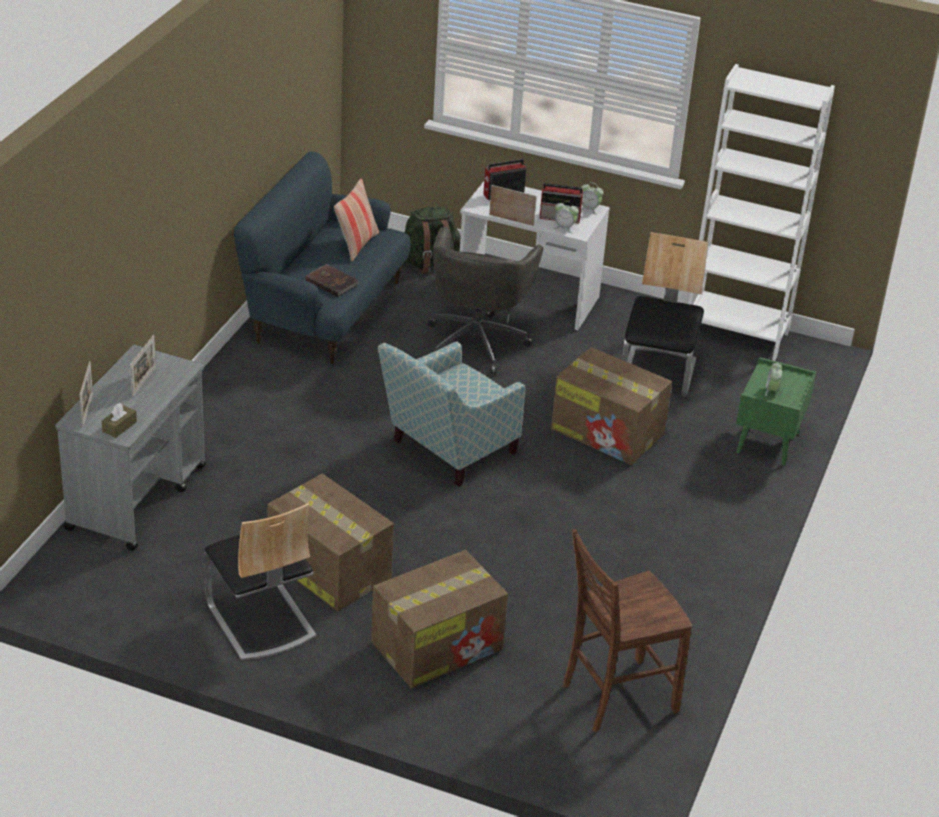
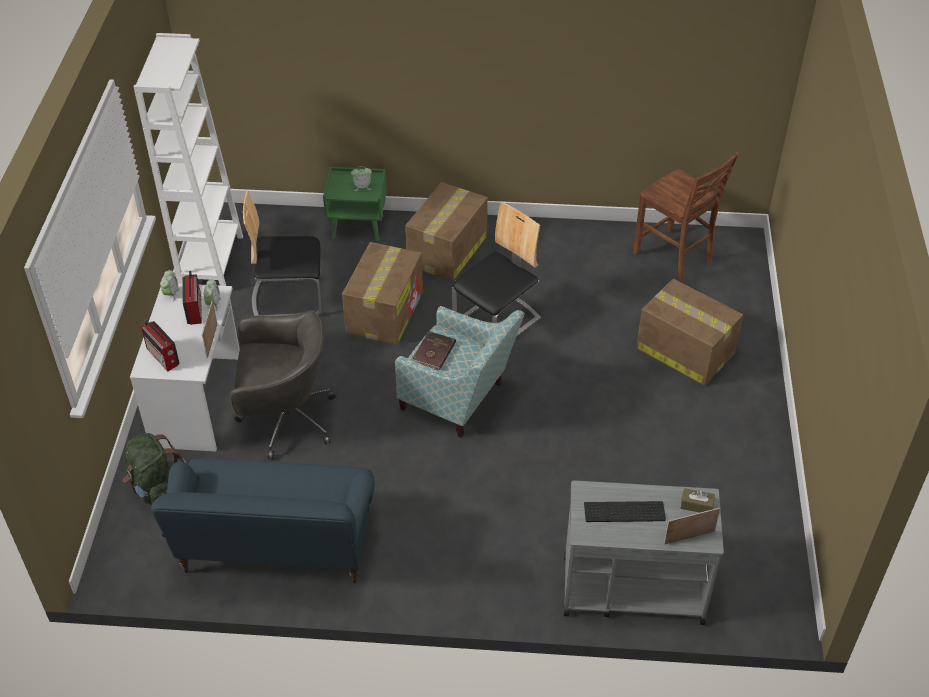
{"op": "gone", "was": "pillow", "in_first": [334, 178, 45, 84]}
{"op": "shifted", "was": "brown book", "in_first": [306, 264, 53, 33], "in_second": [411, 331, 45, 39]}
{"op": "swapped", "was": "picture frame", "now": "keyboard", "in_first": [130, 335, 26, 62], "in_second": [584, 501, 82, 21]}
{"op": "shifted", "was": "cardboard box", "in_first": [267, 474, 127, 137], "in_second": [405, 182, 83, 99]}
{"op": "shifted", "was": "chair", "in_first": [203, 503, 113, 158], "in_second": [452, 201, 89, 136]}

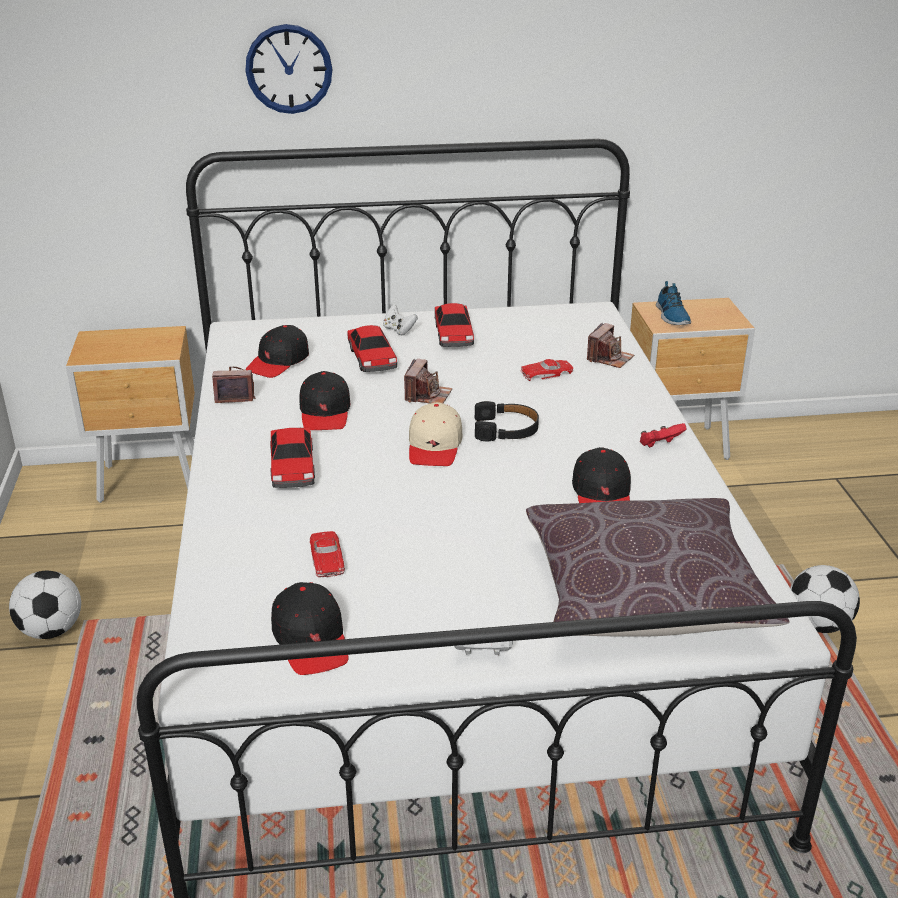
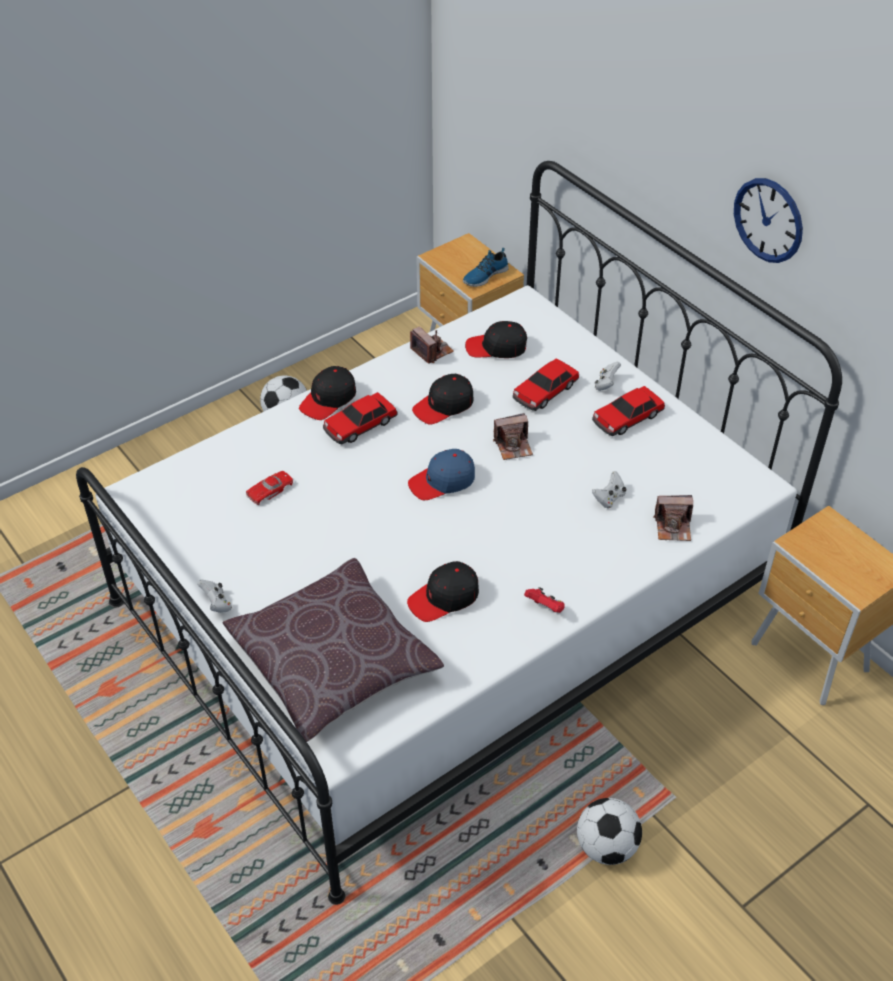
{"op": "shifted", "was": "wall clock", "in_first": [245, 24, 87, 90], "in_second": [734, 178, 69, 85]}
{"op": "shifted", "was": "shoe", "in_first": [656, 281, 35, 44], "in_second": [463, 248, 46, 39]}
{"op": "swapped", "was": "red toy car", "now": "white game controller", "in_first": [521, 359, 52, 22], "in_second": [592, 471, 34, 37]}
{"op": "gone", "was": "black headphones", "in_first": [475, 401, 64, 41]}
{"op": "repainted", "was": "beige cap", "now": "blue cap", "in_first": [409, 402, 53, 64], "in_second": [408, 449, 67, 51]}
{"op": "shifted", "was": "black cap", "in_first": [271, 582, 77, 93], "in_second": [299, 366, 57, 54]}

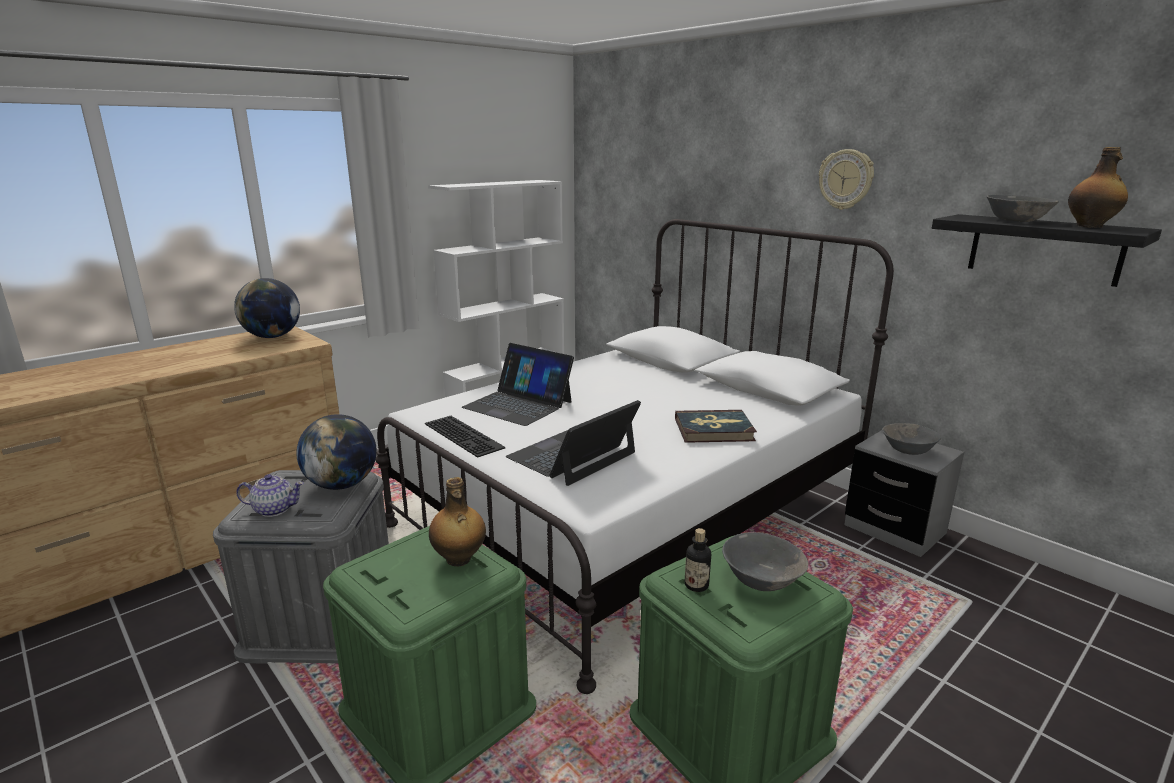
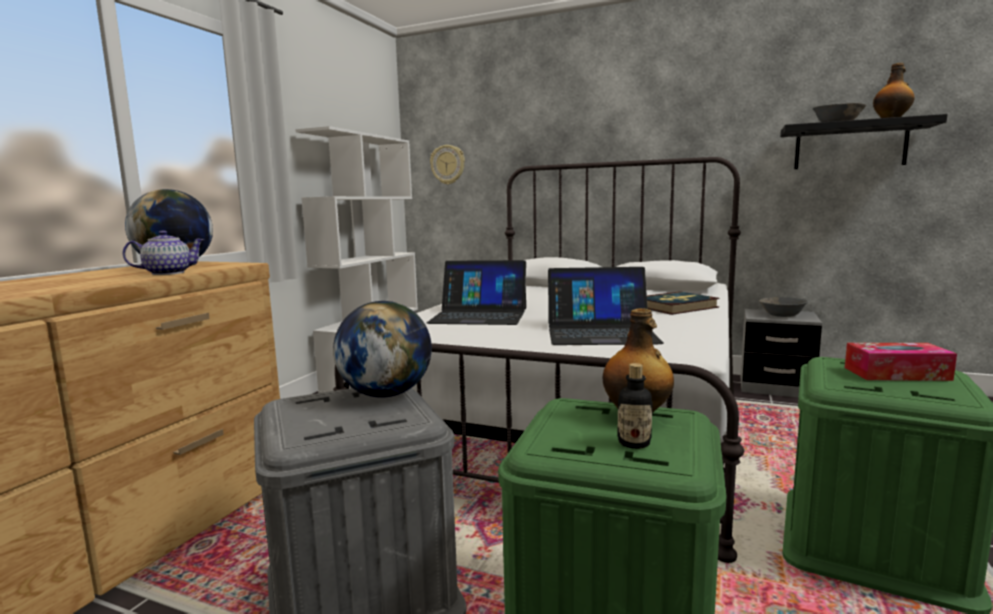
{"op": "shifted", "was": "wall clock", "in_first": [819, 149, 55, 61], "in_second": [430, 145, 35, 40]}
{"op": "rotated", "was": "laptop", "in_first": [506, 400, 135, 86], "in_second": [548, 267, 116, 78], "clockwise": -105}
{"op": "gone", "was": "keyboard", "in_first": [425, 416, 80, 42]}
{"op": "shifted", "was": "teapot", "in_first": [236, 474, 68, 43], "in_second": [122, 230, 83, 45]}
{"op": "shifted", "was": "bottle", "in_first": [685, 528, 26, 64], "in_second": [617, 363, 36, 86]}
{"op": "swapped", "was": "grey bowl", "now": "tissue box", "in_first": [722, 532, 86, 59], "in_second": [845, 343, 112, 38]}

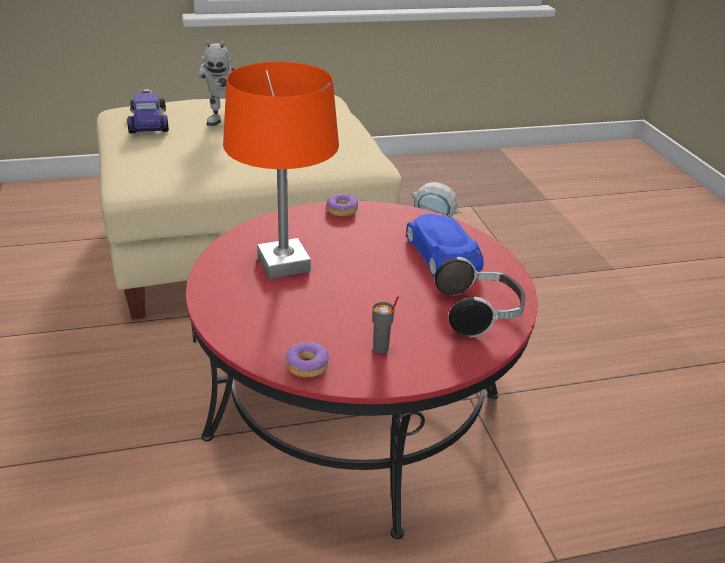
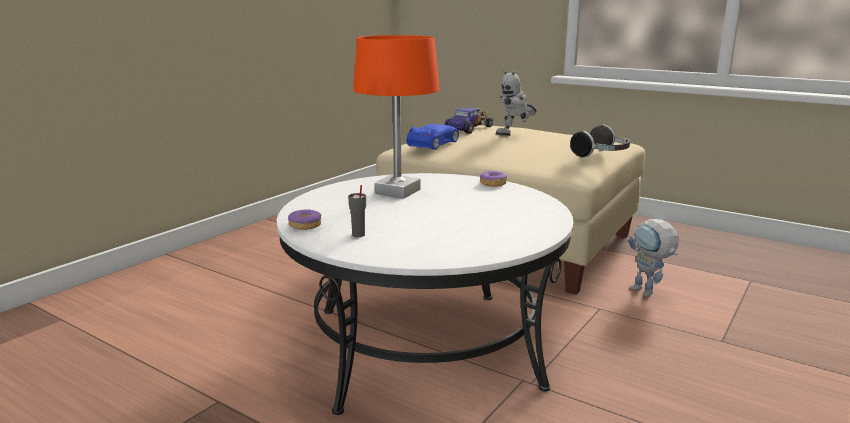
{"op": "repainted", "was": "red coffee table", "now": "white coffee table", "in_first": [186, 201, 351, 338], "in_second": [277, 173, 297, 242]}
{"op": "shifted", "was": "blue toy car", "in_first": [406, 214, 78, 63], "in_second": [406, 124, 53, 26]}
{"op": "shifted", "was": "headphones", "in_first": [435, 257, 90, 81], "in_second": [570, 124, 60, 34]}

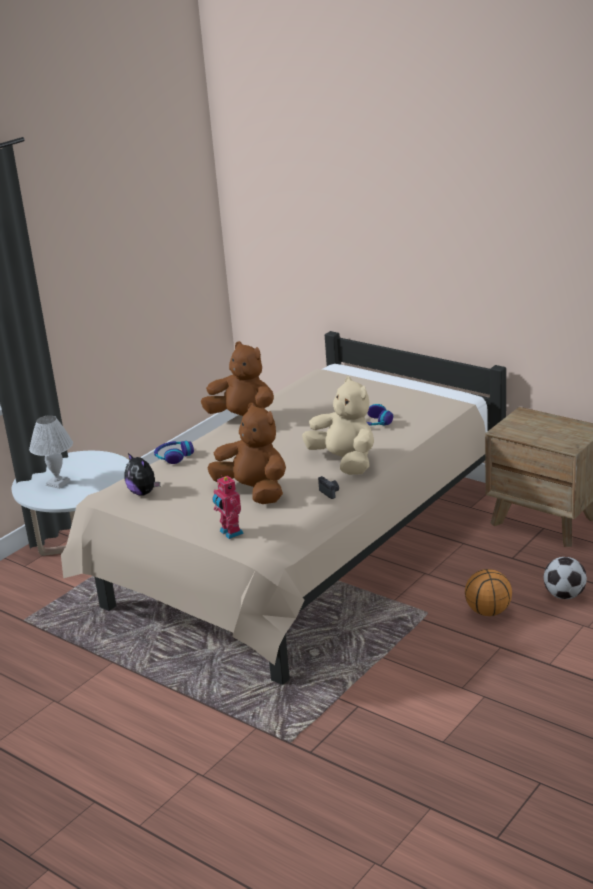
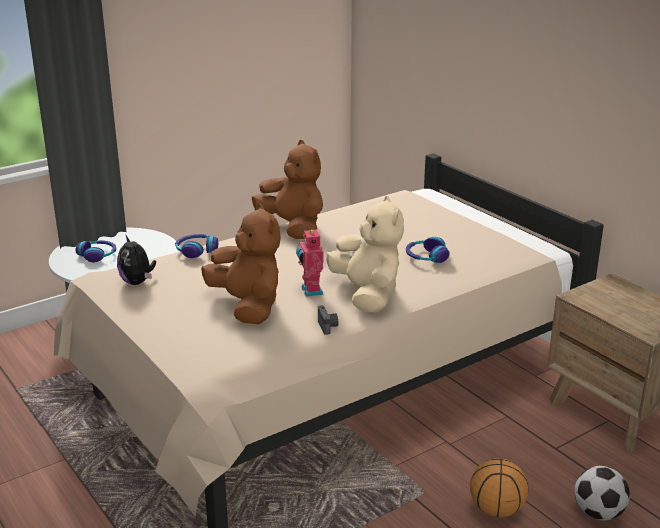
{"op": "swapped", "was": "white table lamp", "now": "headphones", "in_first": [29, 415, 44, 74], "in_second": [75, 240, 41, 22]}
{"op": "shifted", "was": "toy robot", "in_first": [212, 475, 32, 64], "in_second": [296, 230, 28, 67]}

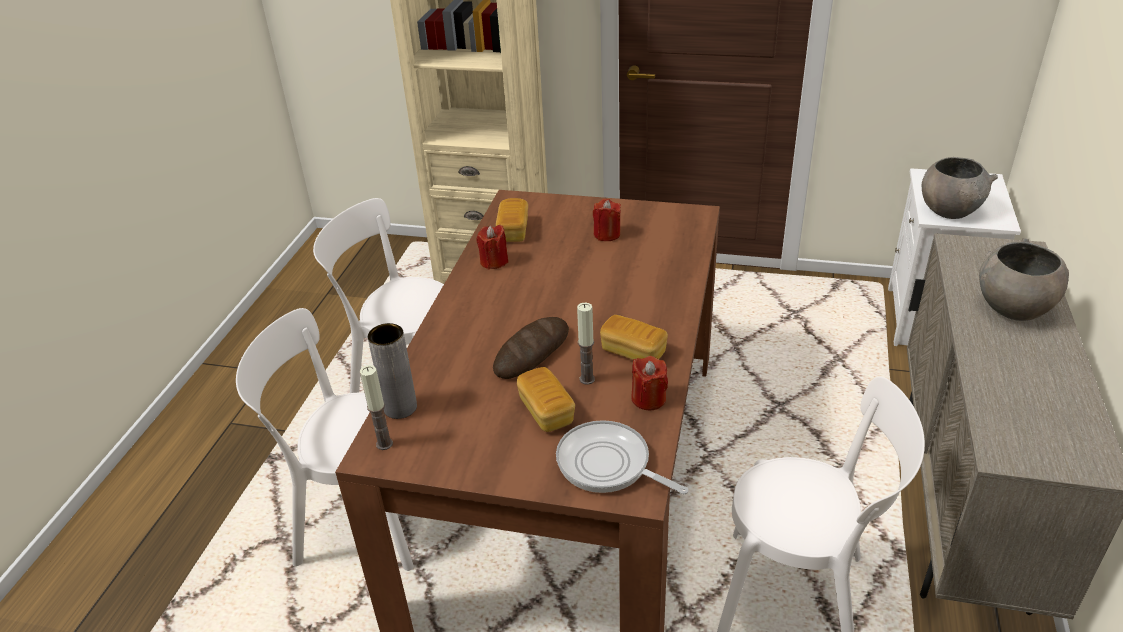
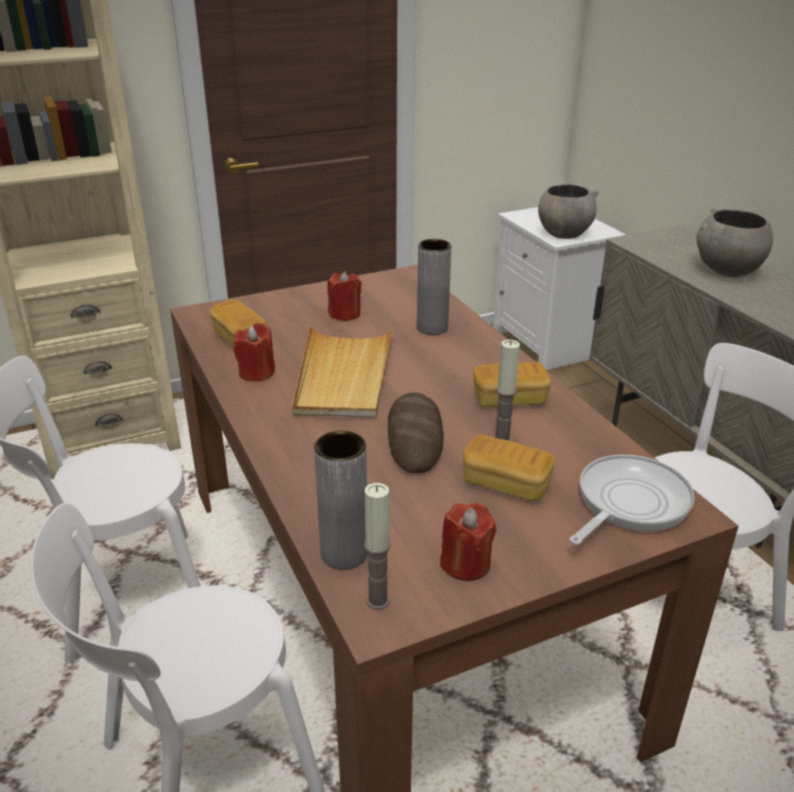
{"op": "shifted", "was": "red candle", "in_first": [631, 356, 37, 54], "in_second": [440, 502, 56, 79]}
{"op": "rotated", "was": "frying pan", "in_first": [556, 420, 133, 75], "in_second": [569, 455, 126, 90], "clockwise": 135}
{"op": "new", "now": "grey vase", "in_second": [417, 239, 34, 96]}
{"op": "new", "now": "beige tray", "in_second": [292, 325, 101, 94]}

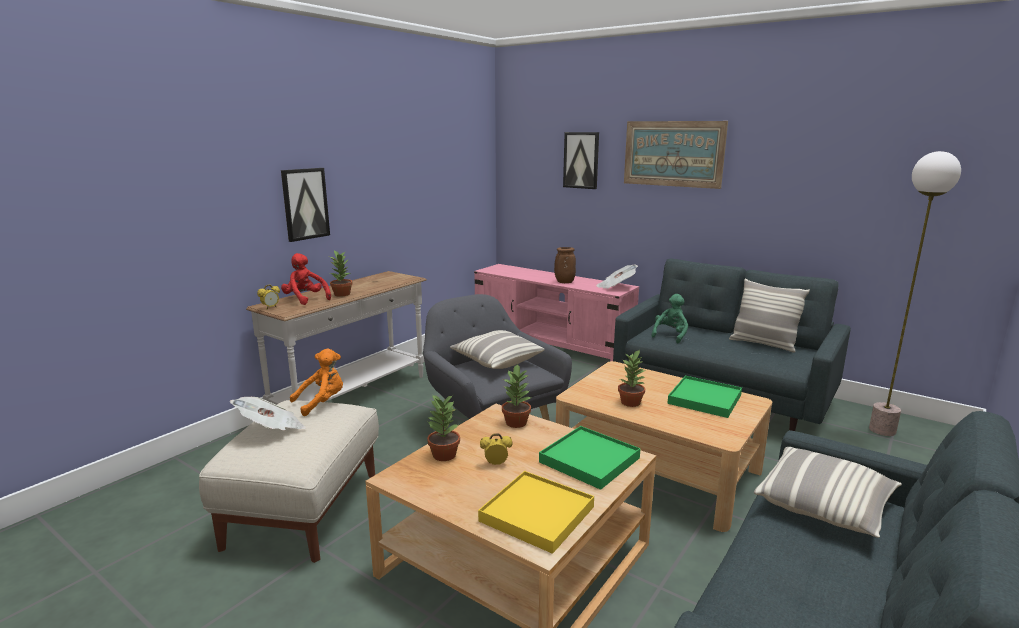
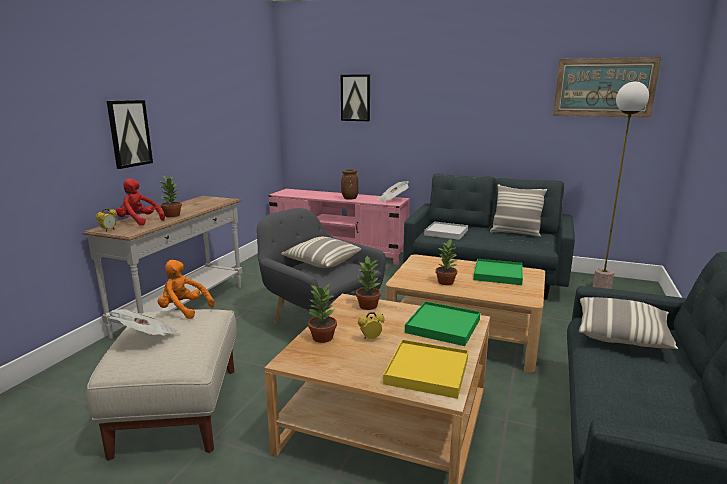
{"op": "shifted", "was": "picture", "in_first": [624, 121, 104, 68], "in_second": [553, 57, 109, 61]}
{"op": "swapped", "was": "green plush toy", "now": "white tray", "in_first": [651, 294, 37, 49], "in_second": [424, 222, 44, 18]}
{"op": "rotated", "was": "orange plush toy", "in_first": [290, 348, 53, 68], "in_second": [158, 260, 56, 59], "clockwise": -105}

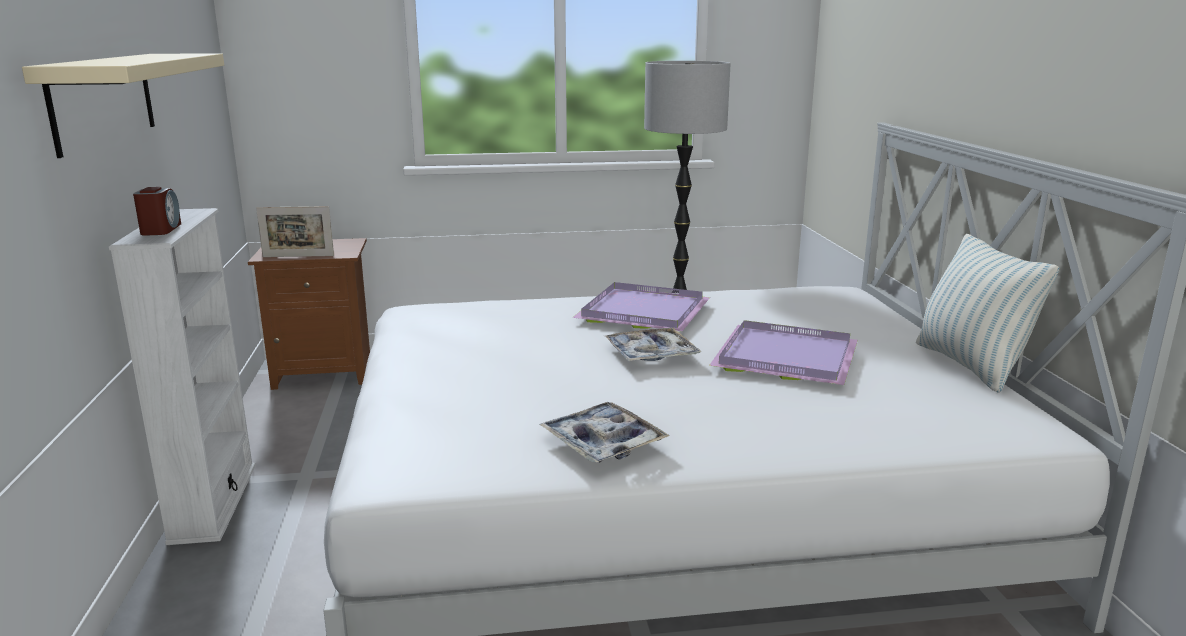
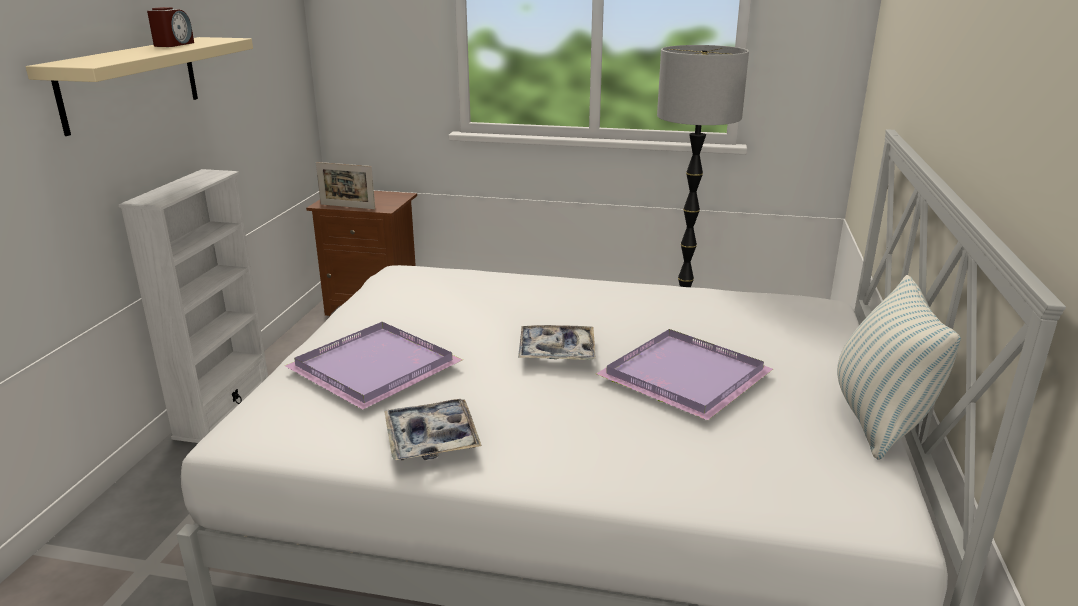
{"op": "shifted", "was": "alarm clock", "in_first": [133, 187, 48, 49], "in_second": [147, 7, 47, 40]}
{"op": "shifted", "was": "purple tray", "in_first": [572, 282, 138, 49], "in_second": [285, 322, 178, 88]}

